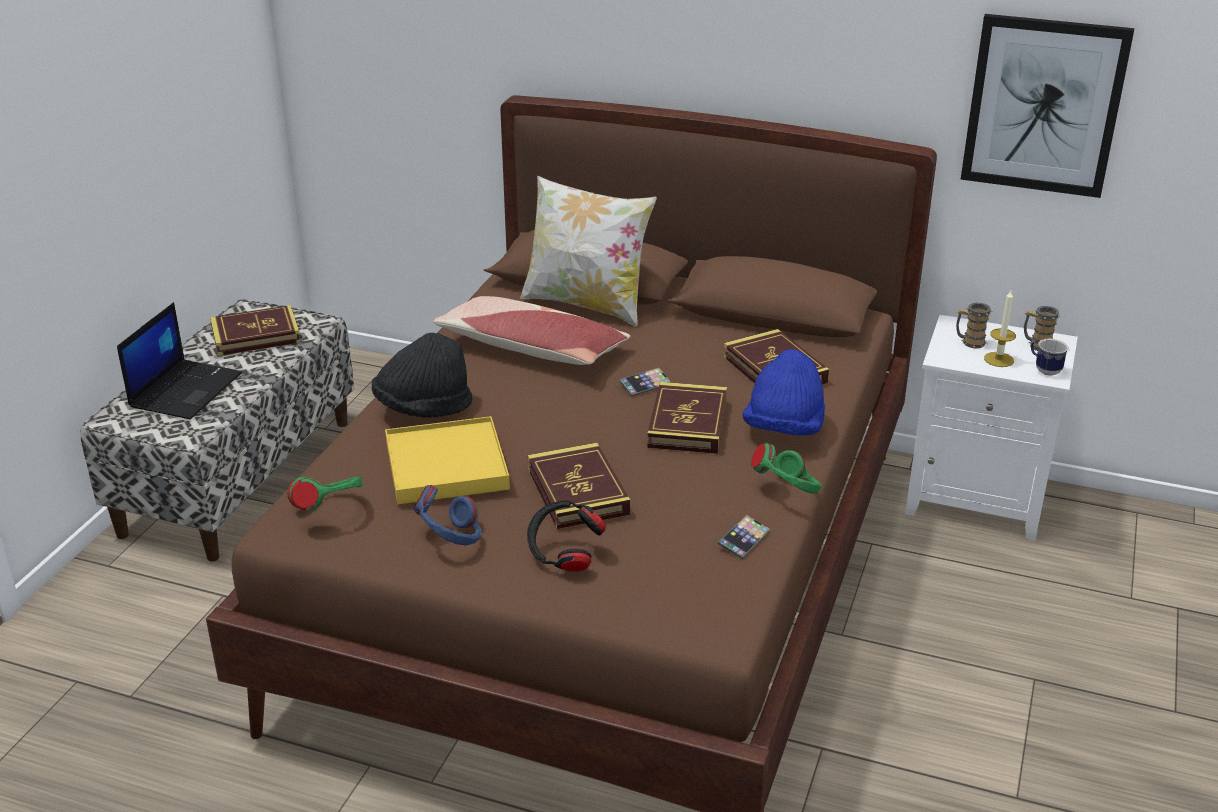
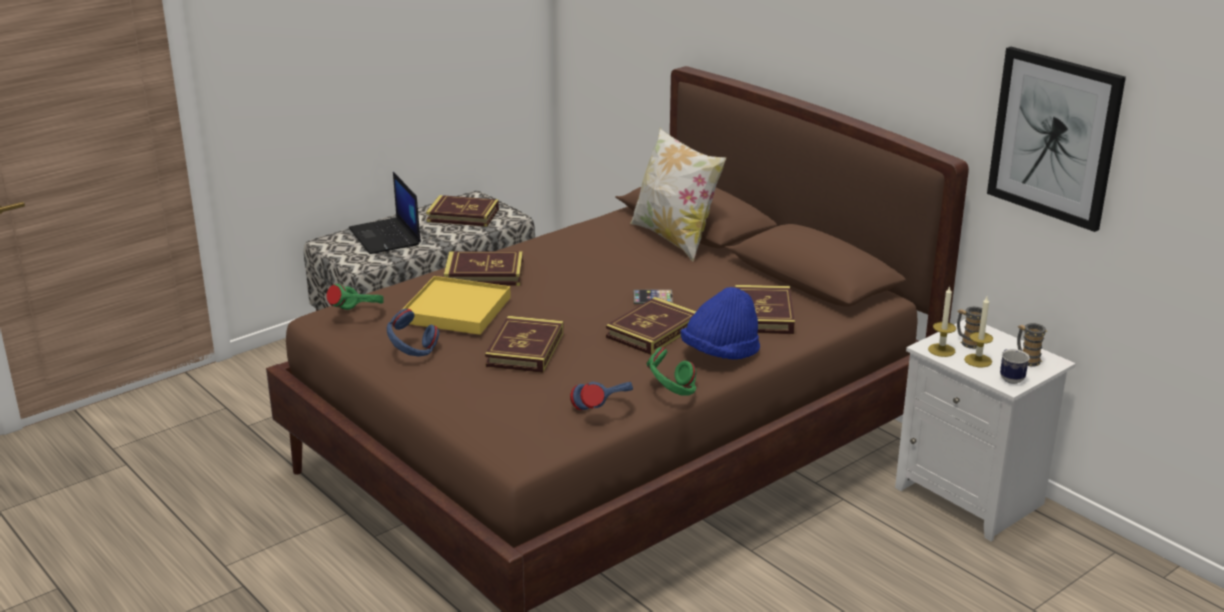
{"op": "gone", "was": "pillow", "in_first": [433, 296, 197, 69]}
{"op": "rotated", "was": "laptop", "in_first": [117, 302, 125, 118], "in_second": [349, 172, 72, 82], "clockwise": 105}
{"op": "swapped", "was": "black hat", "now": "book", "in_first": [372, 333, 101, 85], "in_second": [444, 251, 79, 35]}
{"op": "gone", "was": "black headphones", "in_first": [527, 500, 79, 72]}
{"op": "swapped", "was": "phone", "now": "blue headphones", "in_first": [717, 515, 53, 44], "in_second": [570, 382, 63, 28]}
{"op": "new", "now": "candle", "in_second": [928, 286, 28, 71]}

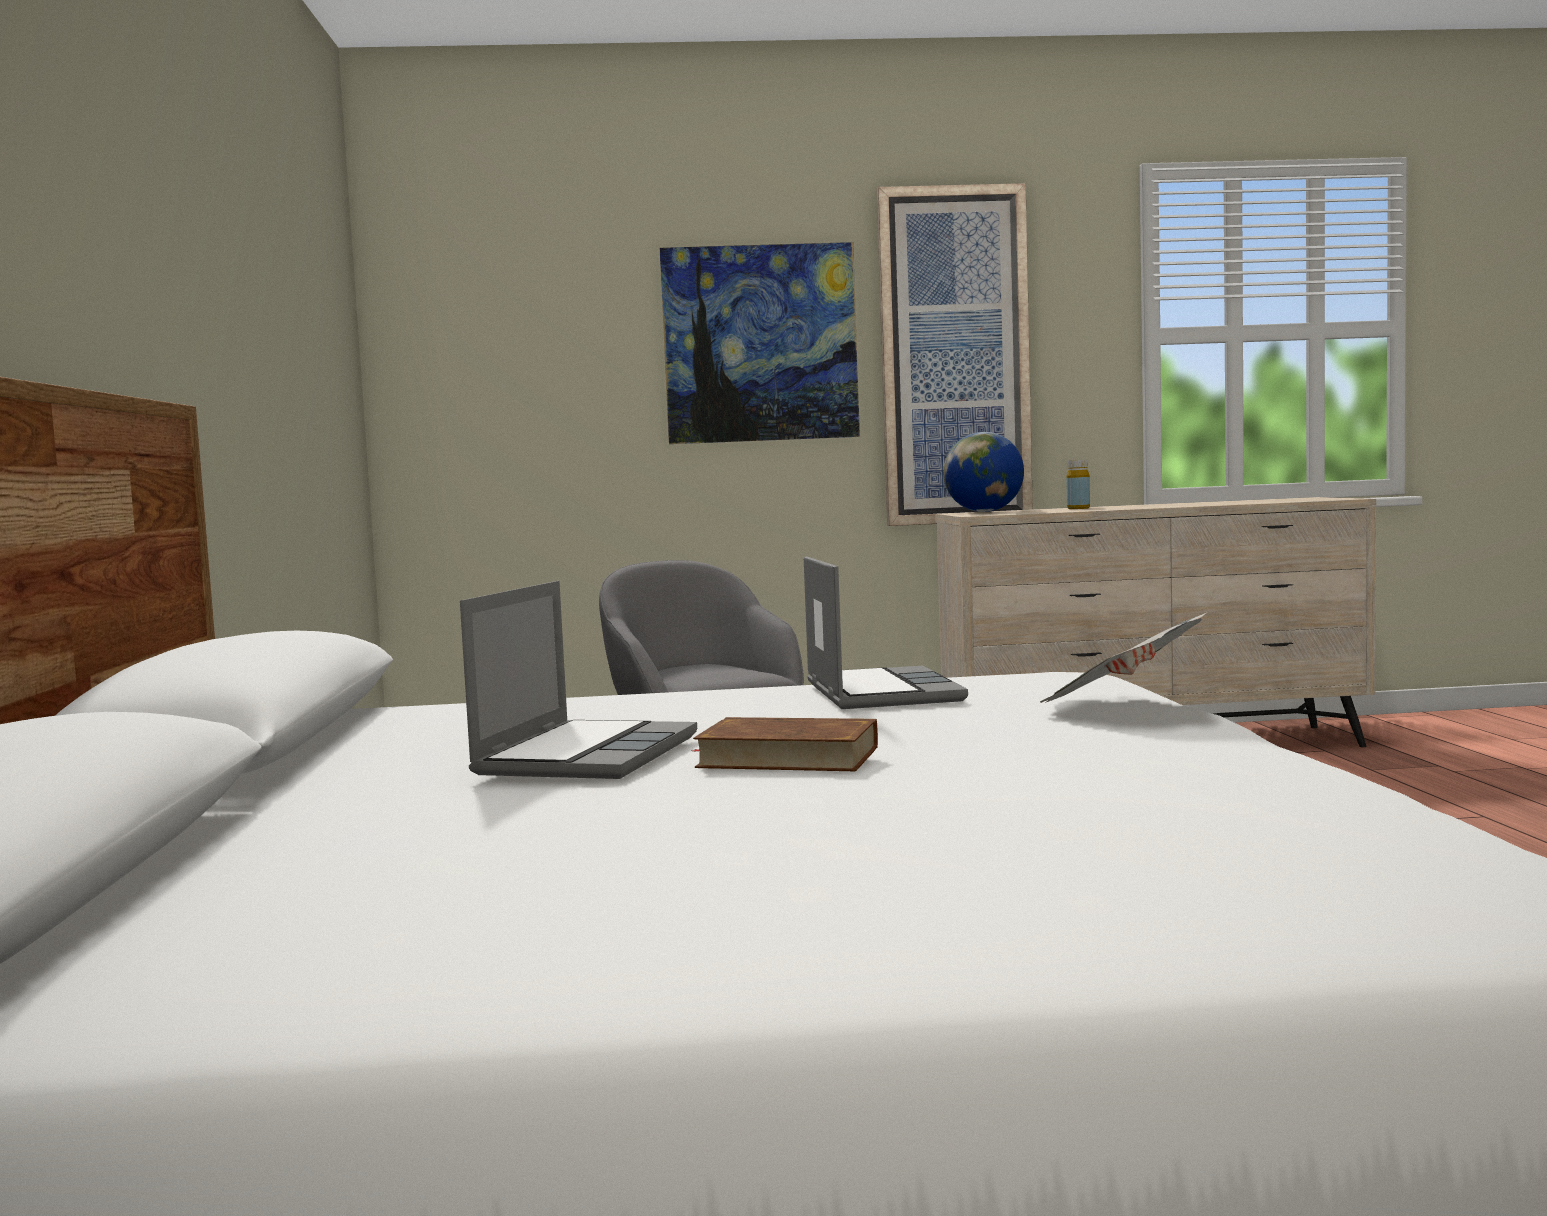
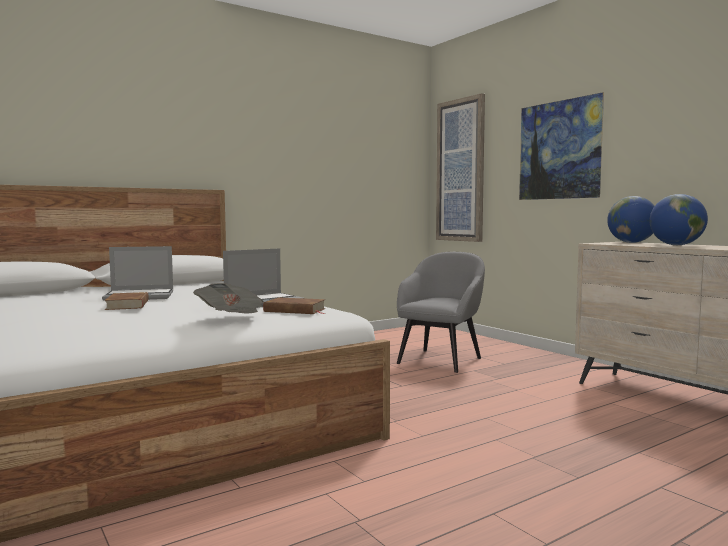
{"op": "shifted", "was": "picture", "in_first": [876, 183, 157, 343], "in_second": [436, 93, 49, 149]}
{"op": "swapped", "was": "yellow bottle", "now": "globe", "in_first": [1066, 460, 24, 49], "in_second": [650, 194, 58, 51]}
{"op": "new", "now": "brown book", "in_second": [263, 297, 63, 17]}

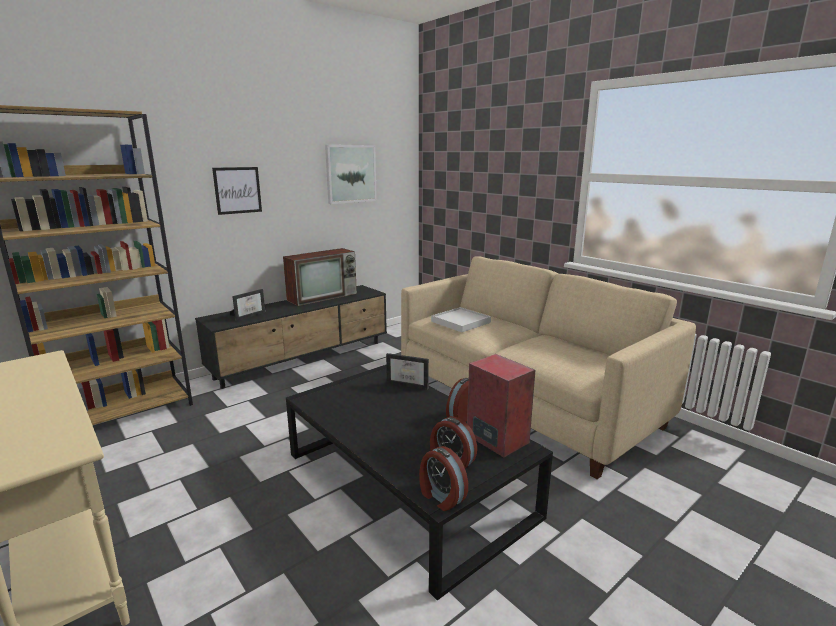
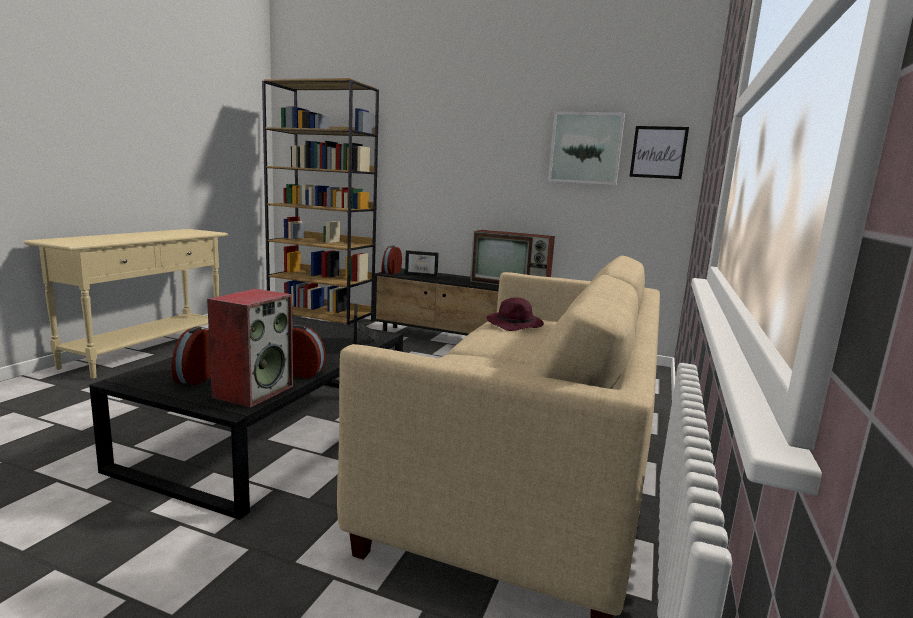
{"op": "shifted", "was": "picture", "in_first": [212, 167, 50, 48], "in_second": [629, 126, 60, 53]}
{"op": "swapped", "was": "white tray", "now": "purple hat", "in_first": [431, 307, 60, 25], "in_second": [487, 297, 57, 34]}
{"op": "shifted", "was": "alarm clock", "in_first": [419, 446, 49, 65], "in_second": [381, 246, 21, 28]}

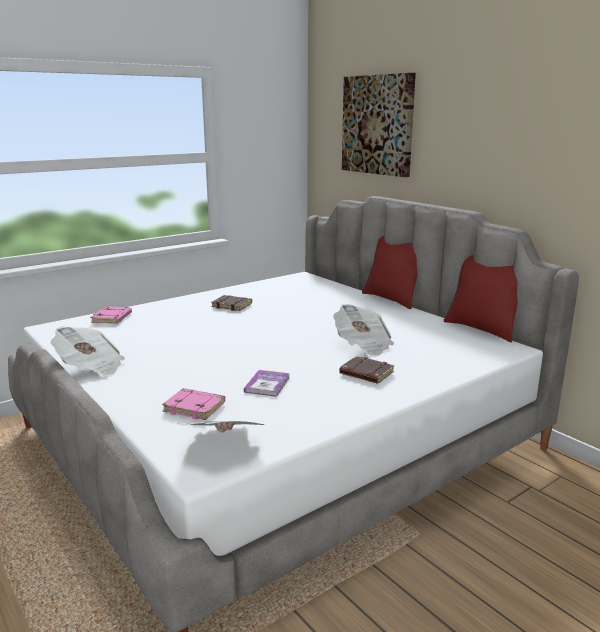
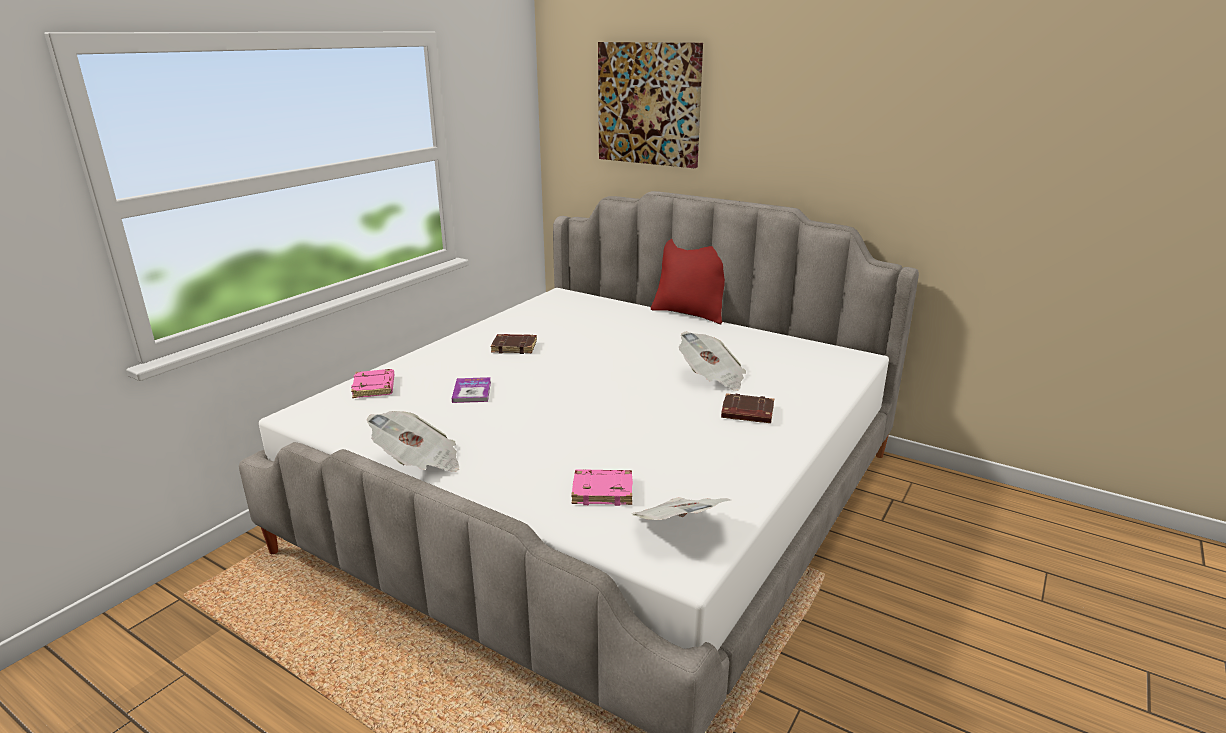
{"op": "gone", "was": "red pillow", "in_first": [444, 255, 74, 87]}
{"op": "shifted", "was": "book", "in_first": [244, 370, 46, 27], "in_second": [452, 377, 39, 26]}

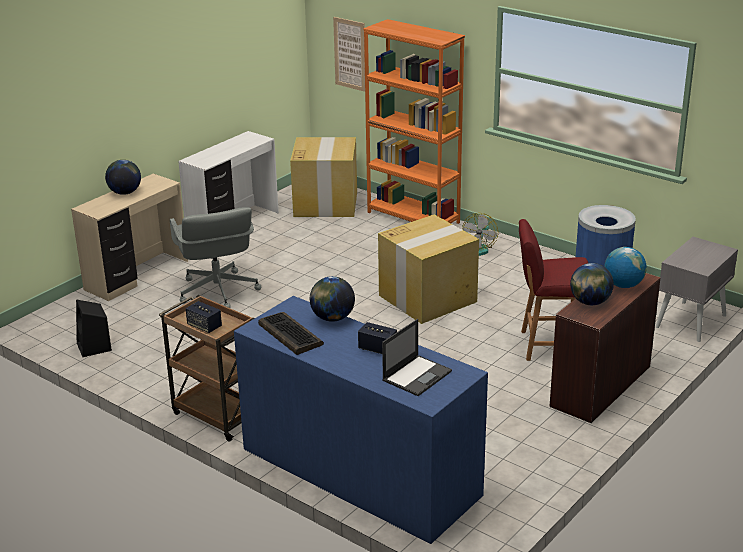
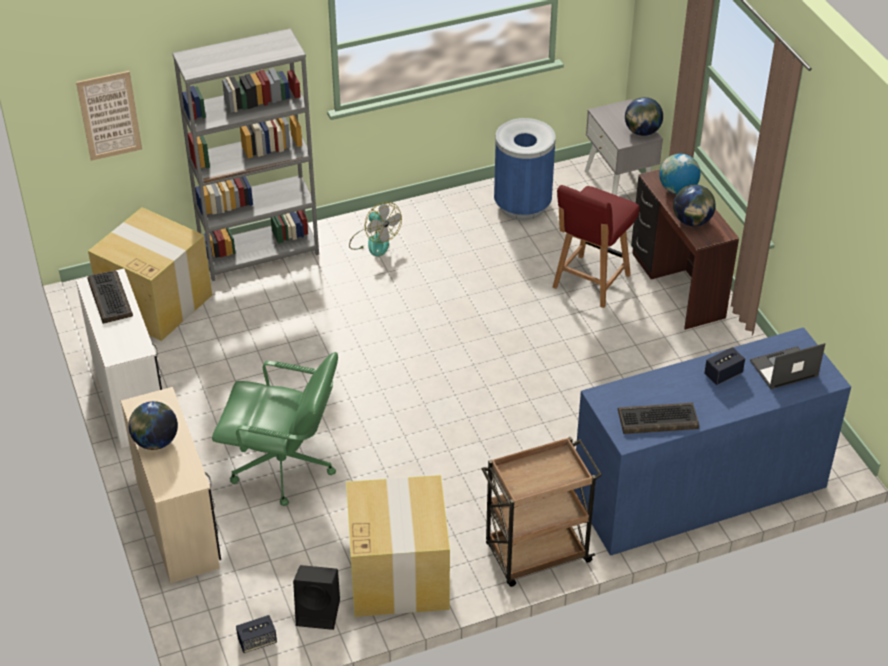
{"op": "repainted", "was": "orange bookcase", "now": "grey bookcase", "in_first": [363, 19, 102, 205], "in_second": [172, 28, 147, 253]}
{"op": "repainted", "was": "grey office chair", "now": "green office chair", "in_first": [170, 207, 91, 101], "in_second": [212, 352, 126, 154]}
{"op": "shifted", "was": "cardboard box", "in_first": [378, 215, 101, 109], "in_second": [346, 475, 104, 142]}
{"op": "shifted", "was": "globe", "in_first": [310, 276, 45, 46], "in_second": [625, 97, 38, 39]}
{"op": "shifted", "was": "speaker", "in_first": [186, 301, 36, 32], "in_second": [236, 615, 41, 38]}
{"op": "rotated", "was": "laptop", "in_first": [382, 319, 70, 77], "in_second": [750, 343, 75, 46], "clockwise": -90}
{"op": "new", "now": "keyboard", "in_second": [88, 271, 45, 53]}

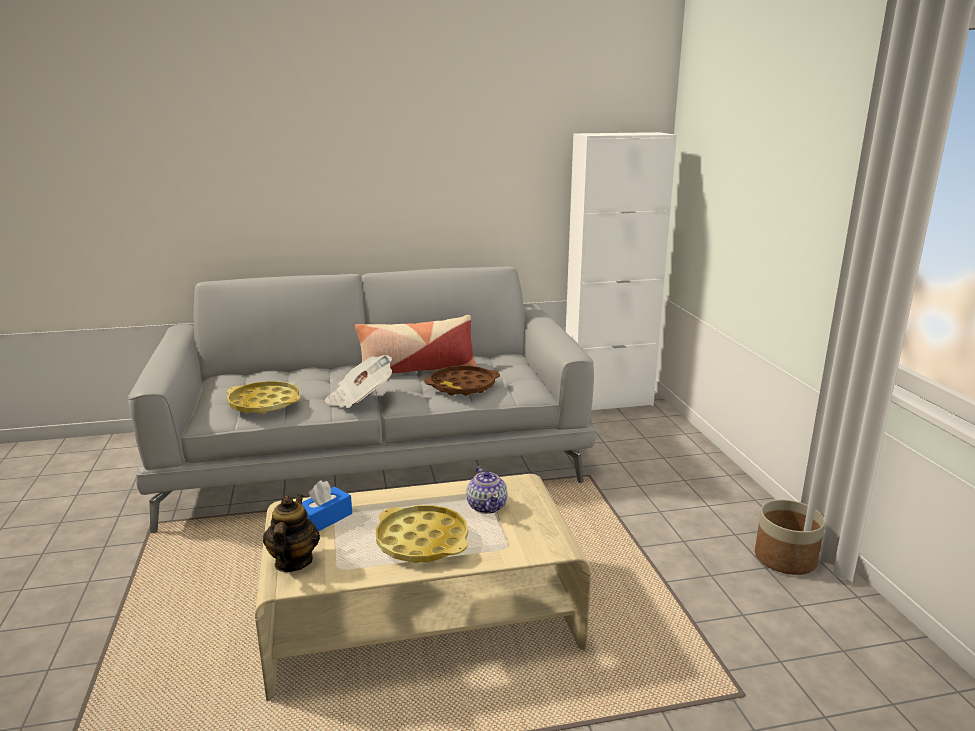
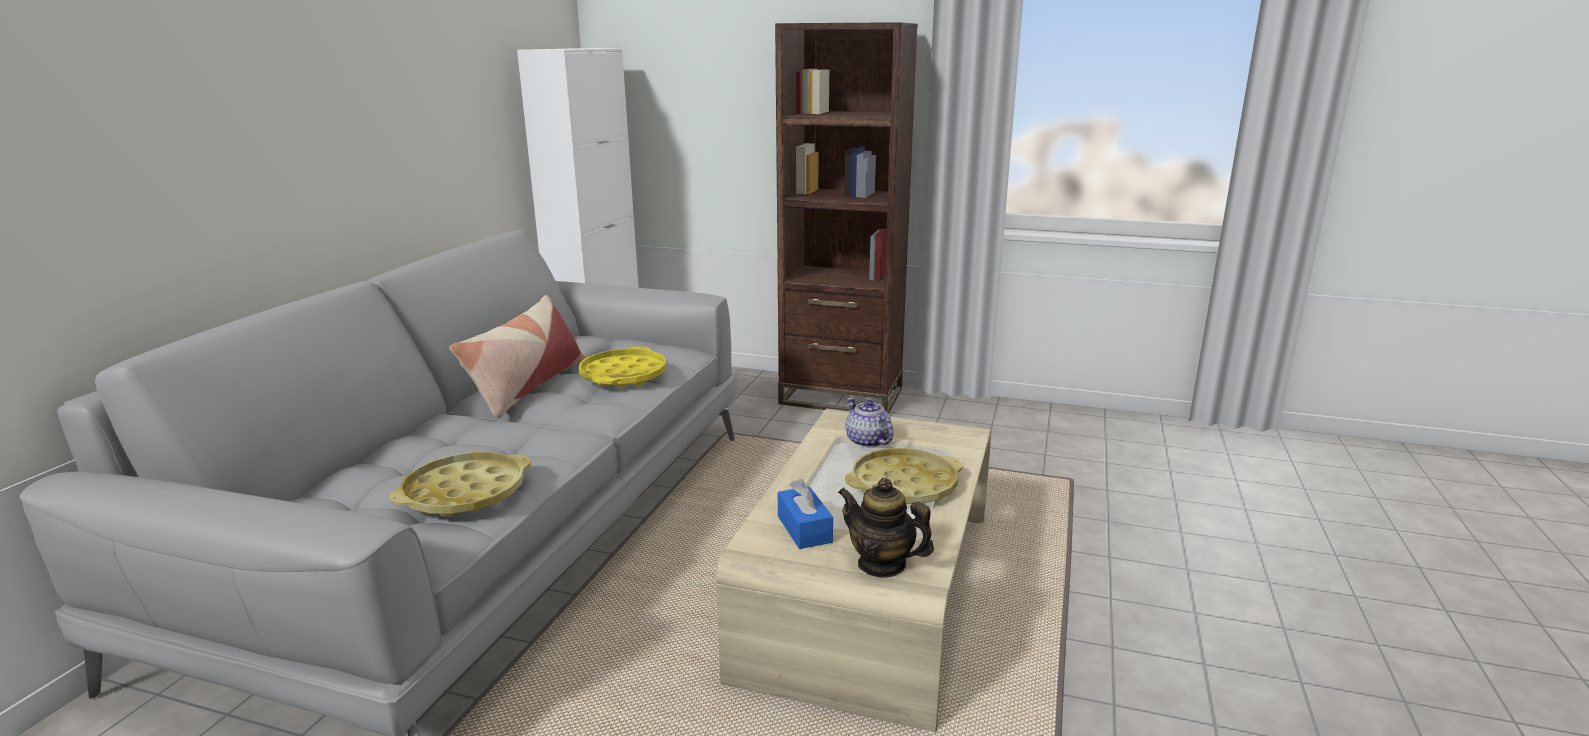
{"op": "gone", "was": "newspaper", "in_first": [325, 355, 68, 53]}
{"op": "repainted", "was": "brown tray", "now": "yellow tray", "in_first": [424, 366, 76, 30], "in_second": [579, 346, 87, 41]}
{"op": "rotated", "was": "teapot", "in_first": [466, 467, 42, 47], "in_second": [846, 398, 47, 50], "clockwise": -135}
{"op": "gone", "was": "planter", "in_first": [755, 500, 70, 75]}
{"op": "new", "now": "brown bookcase", "in_second": [775, 22, 143, 391]}

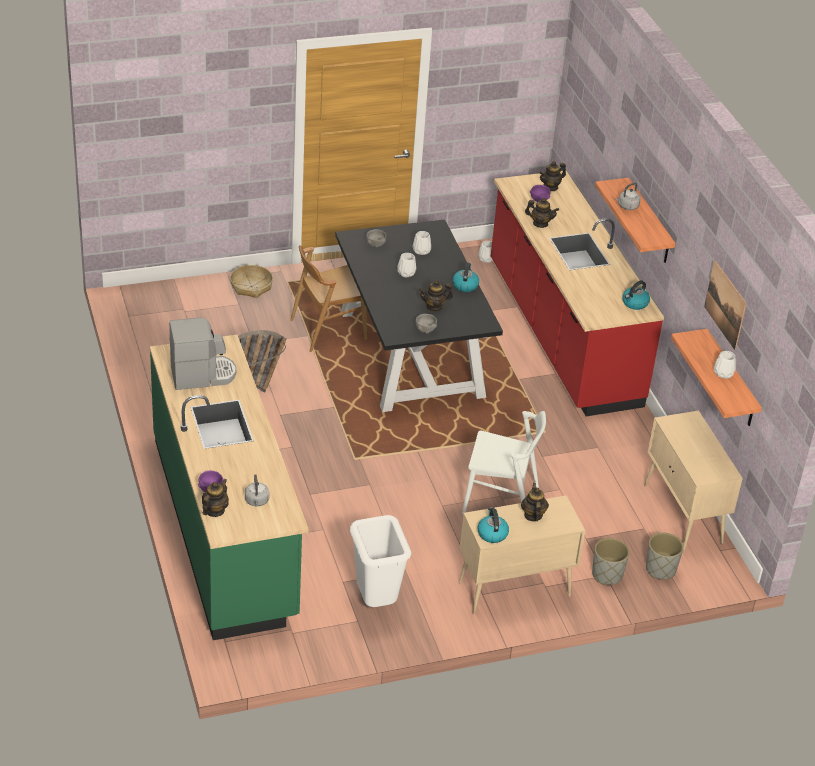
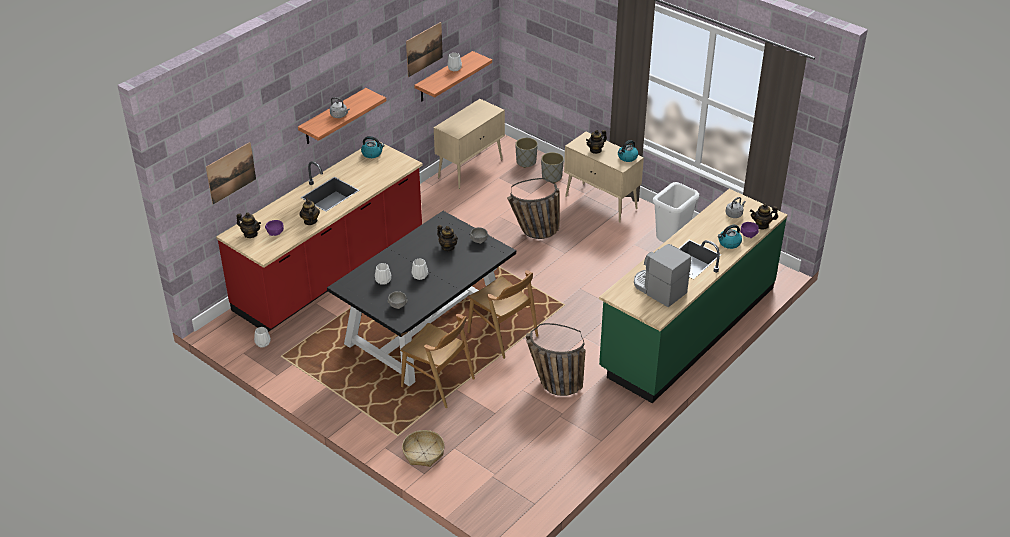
{"op": "shifted", "was": "kettle", "in_first": [452, 263, 27, 29], "in_second": [718, 225, 24, 24]}
{"op": "swapped", "was": "white chair", "now": "basket", "in_first": [462, 411, 84, 104], "in_second": [507, 178, 52, 61]}
{"op": "new", "now": "picture", "in_second": [206, 142, 50, 62]}
{"op": "new", "now": "brown chair", "in_second": [467, 270, 71, 89]}

